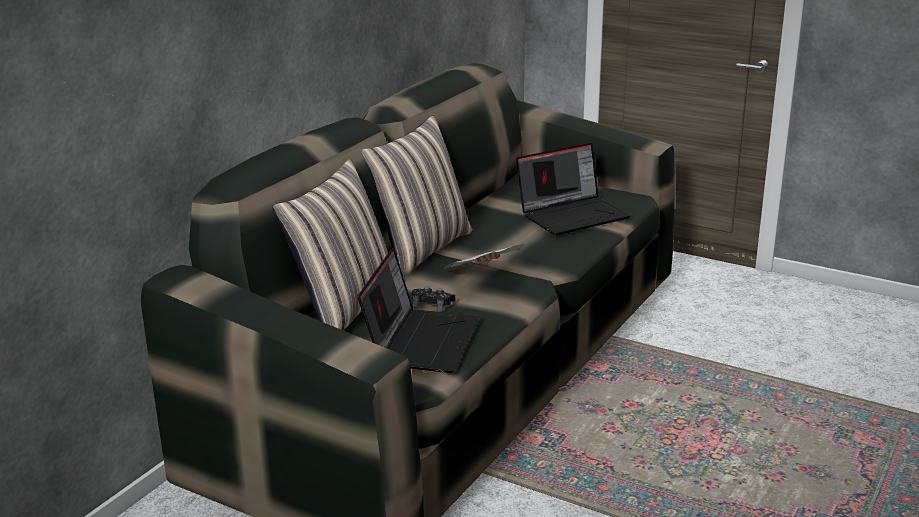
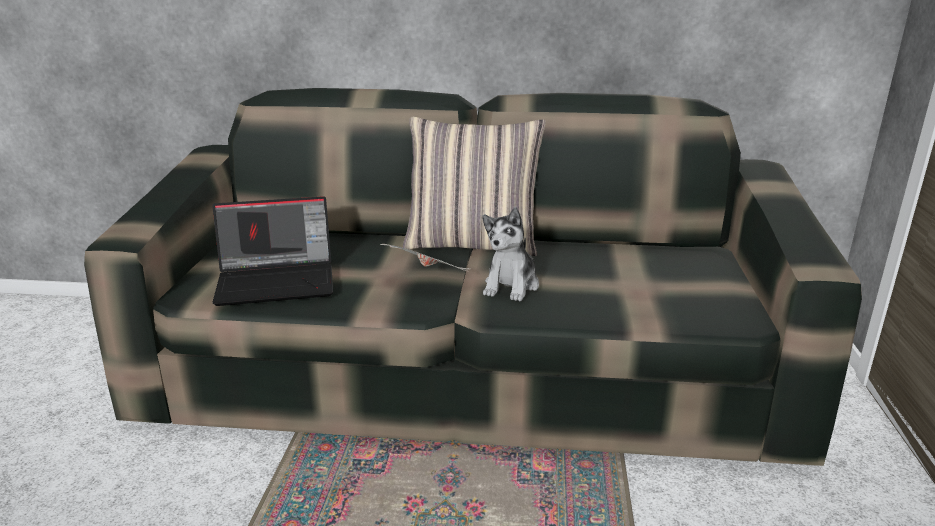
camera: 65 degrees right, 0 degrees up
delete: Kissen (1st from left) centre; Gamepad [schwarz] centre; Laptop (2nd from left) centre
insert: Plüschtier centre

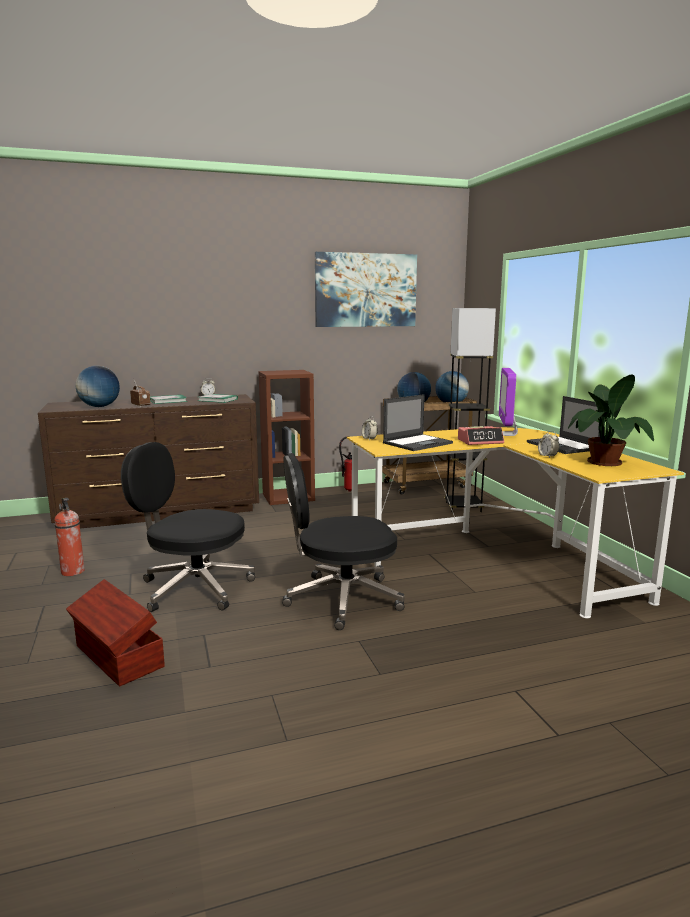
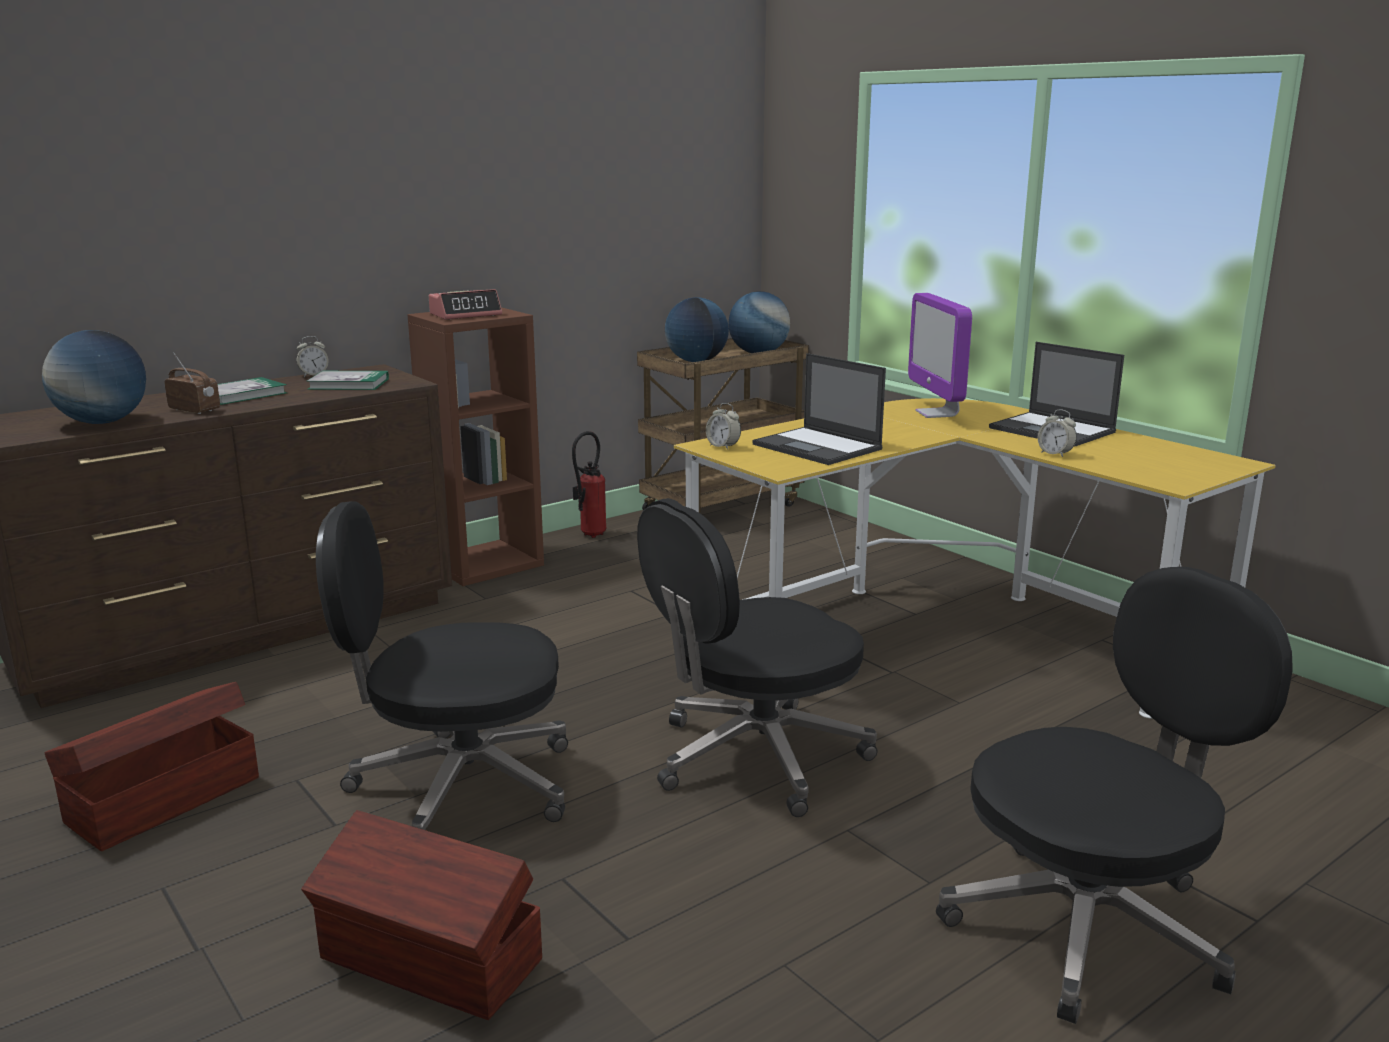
camera: 20 degrees left, 5 degrees up
delete: Bild top centre; Stehlampe [schwarz] middle right; Topfpflanze middle right
insert: Bürostuhl [schwarz] (3rd from left) bottom right
move: Wecker (3rd from left in the first image) middle right to Wecker (2nd from left) top centre
replace: Feuerlöscher (1st from left) middle left to Aufbewahrungsbox [braun] (1st from left) bottom left
rotate: Laptop (1st from left) centre = centre 105 degrees clockwise

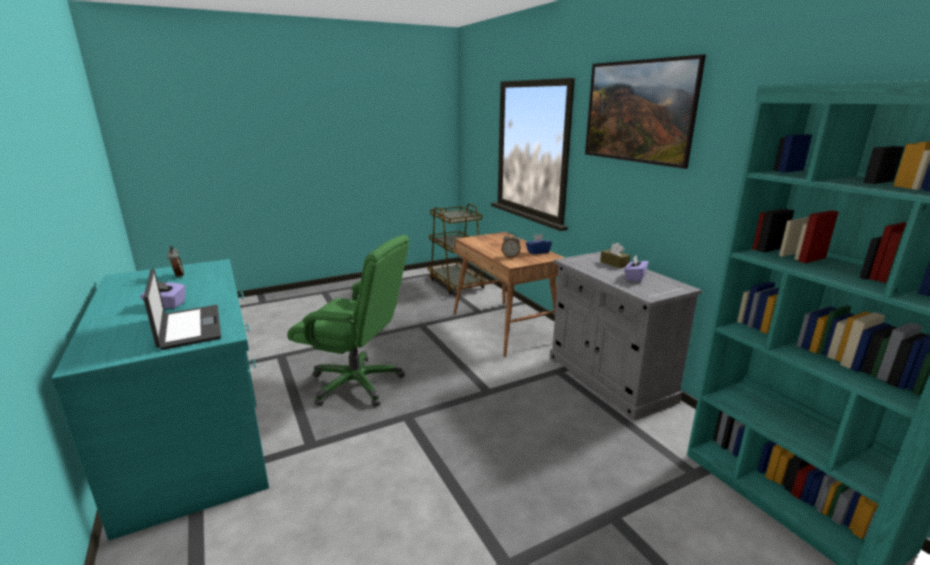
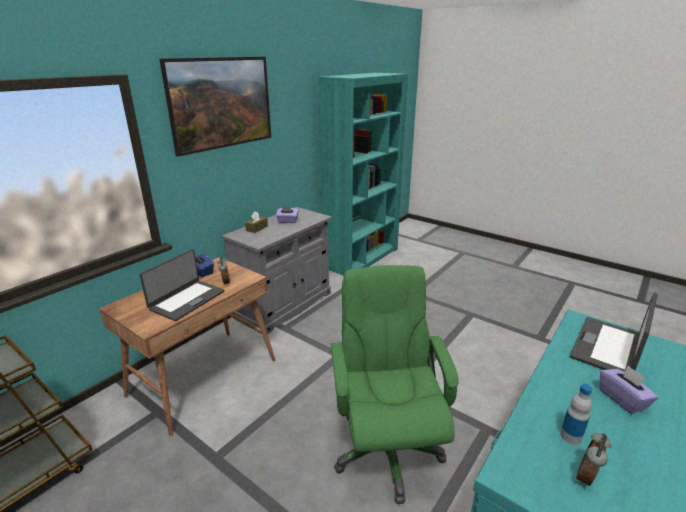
camera: 115 degrees left, 5 degrees up
insert: Laptop (1st from left) middle left; Flasche bottom right

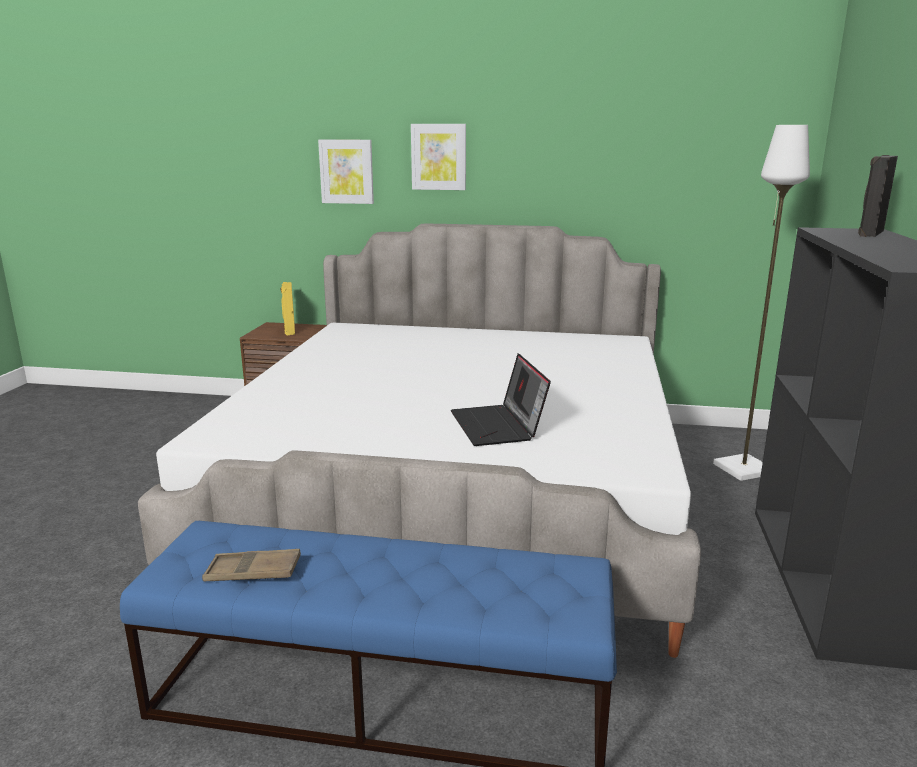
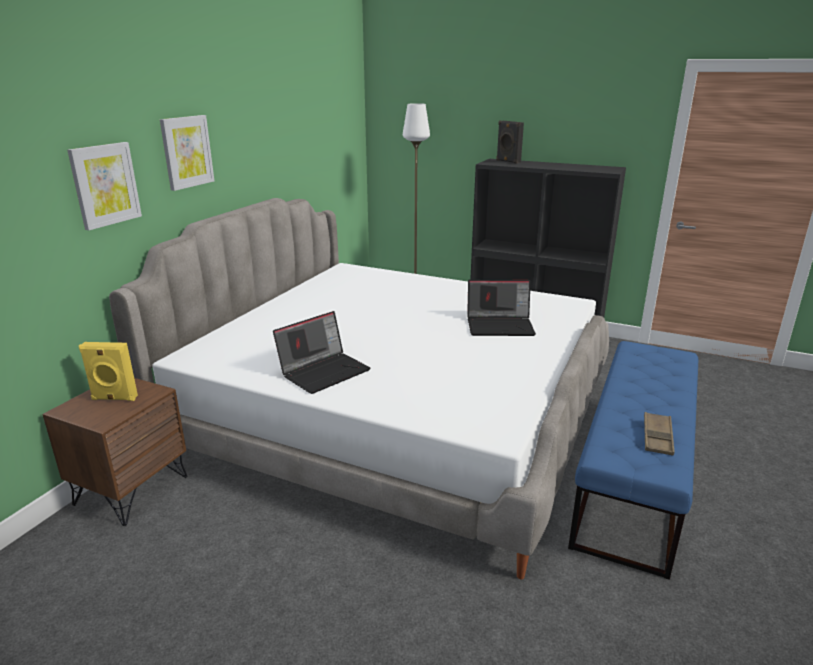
camera: 75 degrees left, 5 degrees up
insert: Laptop (1st from left) centre

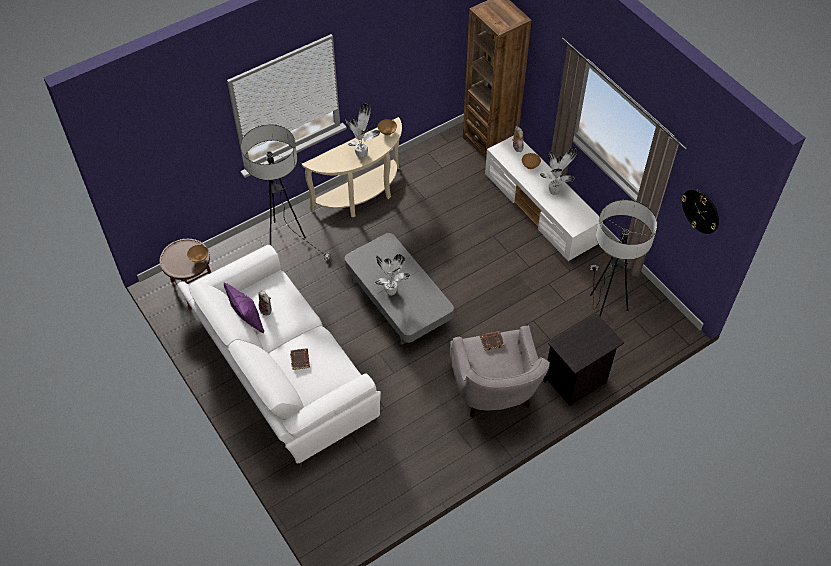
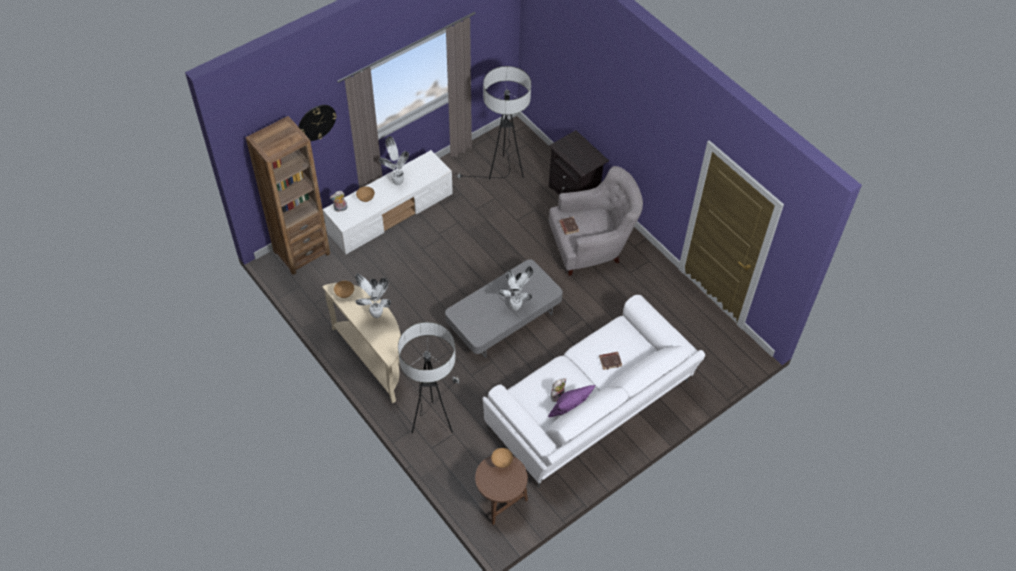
camera: 95 degrees left, 0 degrees up
move: Wanduhr middle right to top left

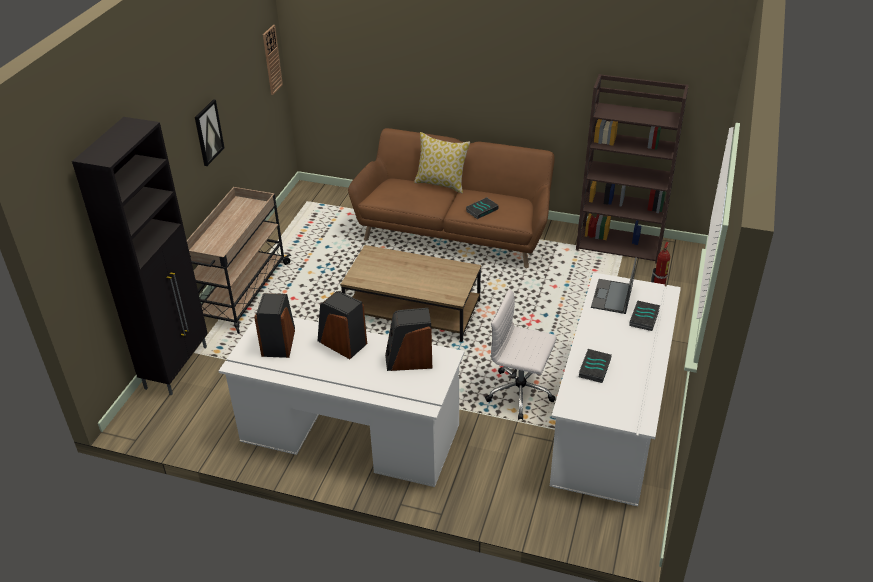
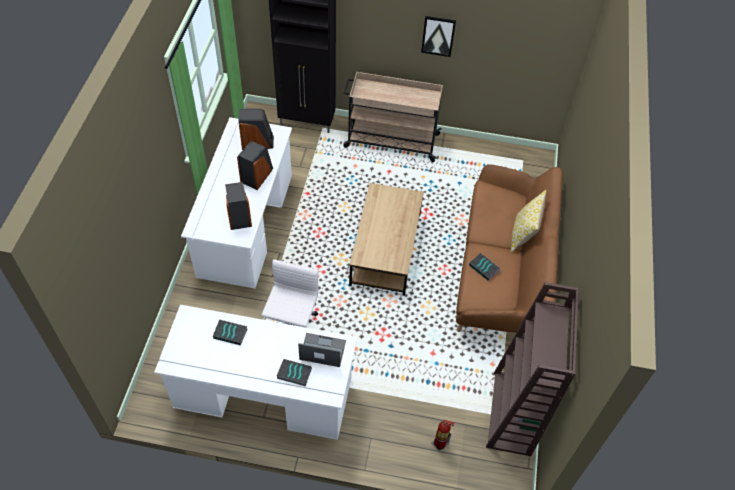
camera: 80 degrees right, 15 degrees up
delete: Wanduhr top left

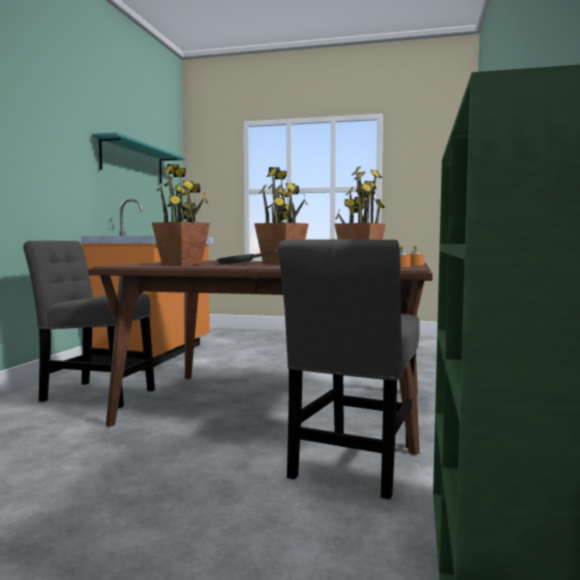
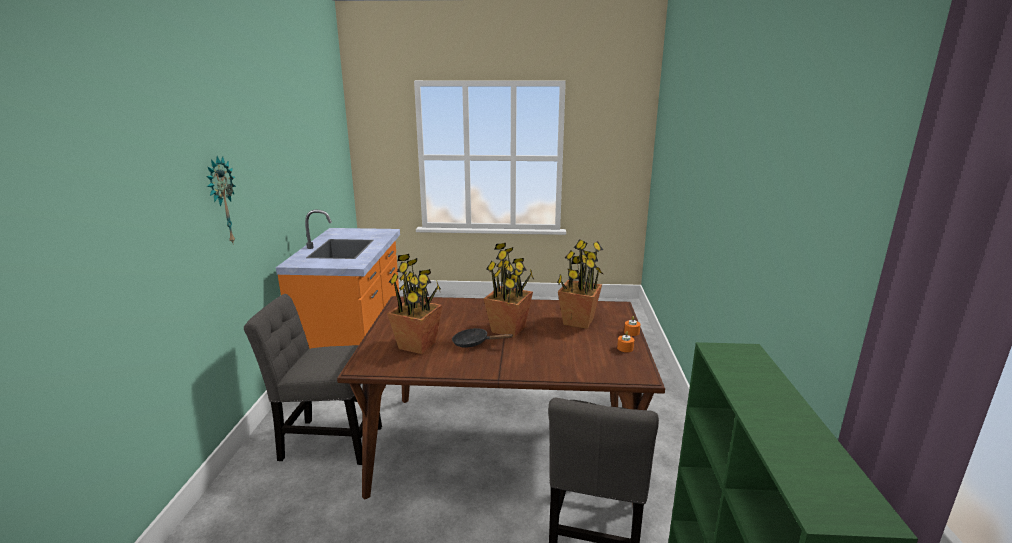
camera: 10 degrees left, 15 degrees up
delete: Wandregal [türkis] top left
insert: Wanduhr middle left

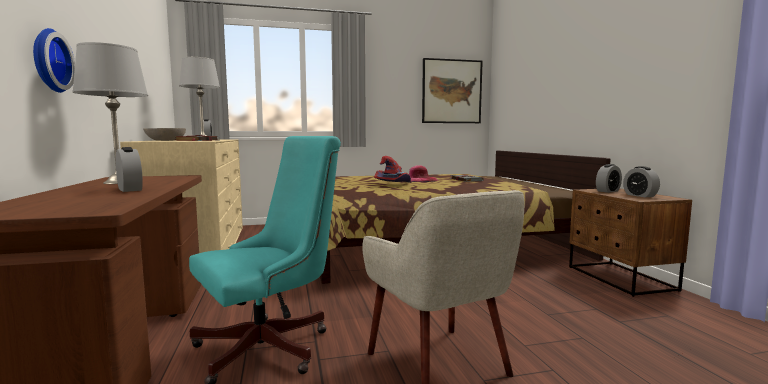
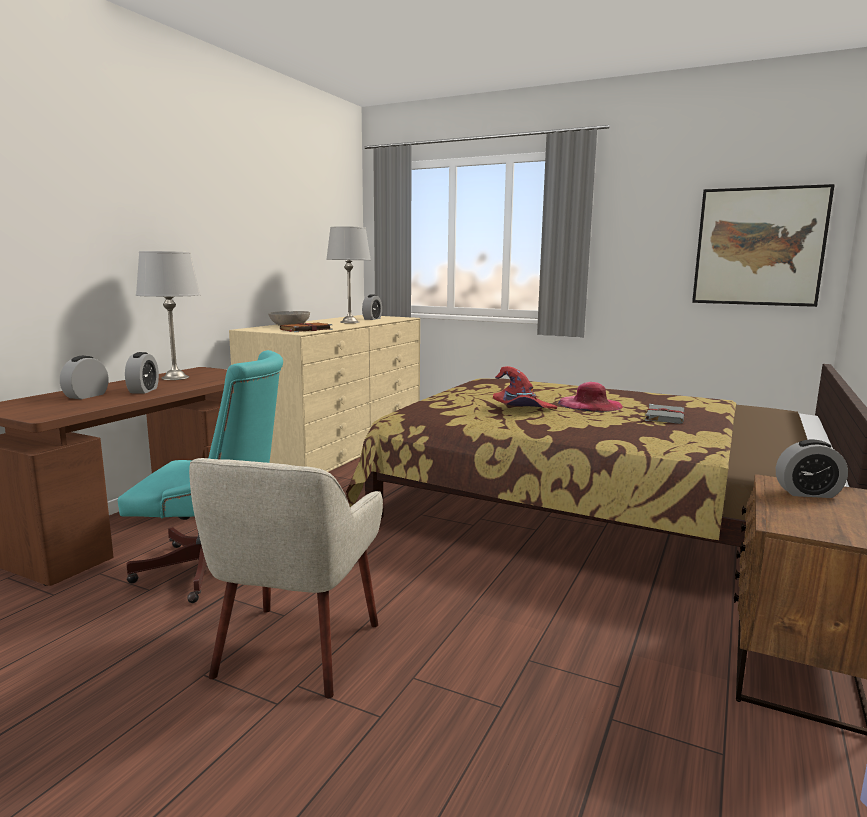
camera: 40 degrees right, 5 degrees up
delete: Wanduhr top left
move: Wecker (4th from left in the first image) middle right to Wecker (1st from left) middle left

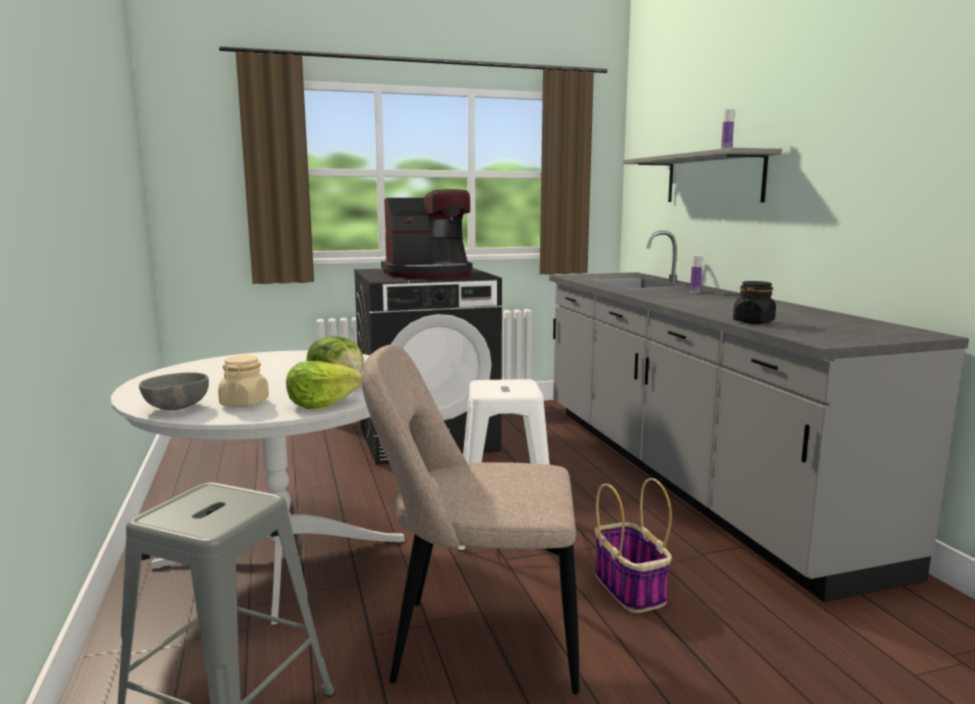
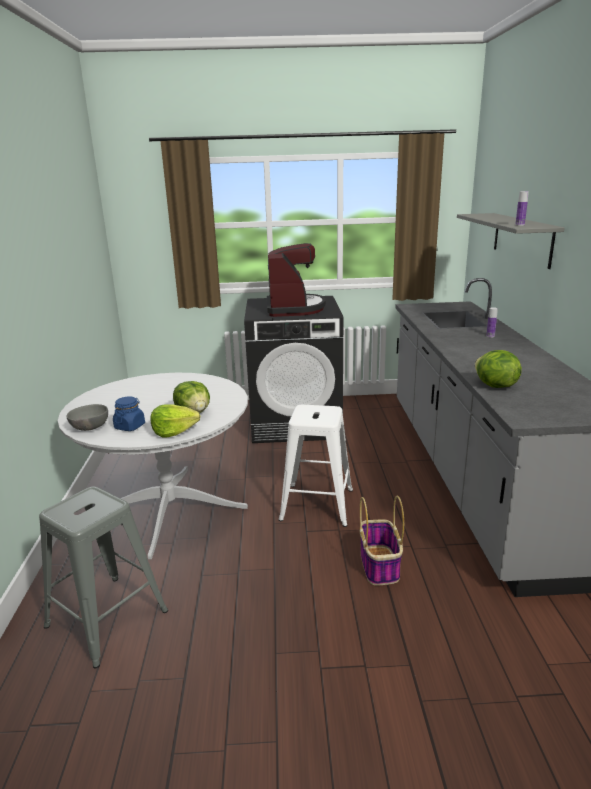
camera: 15 degrees right, 10 degrees up
delete: Stuhl [beige] bottom centre
replace: Vorratsglas [schwarz] middle right to Salatkopf (3rd from left) middle right
recolor: Vorratsglas [beige] middle left to Vorratsglas [blau] middle left
rotate: Kaffeemaschine top centre = centre 90 degrees counterclockwise

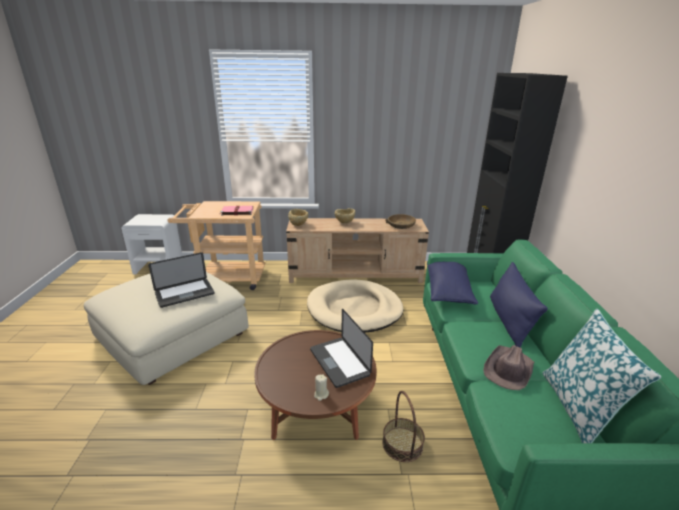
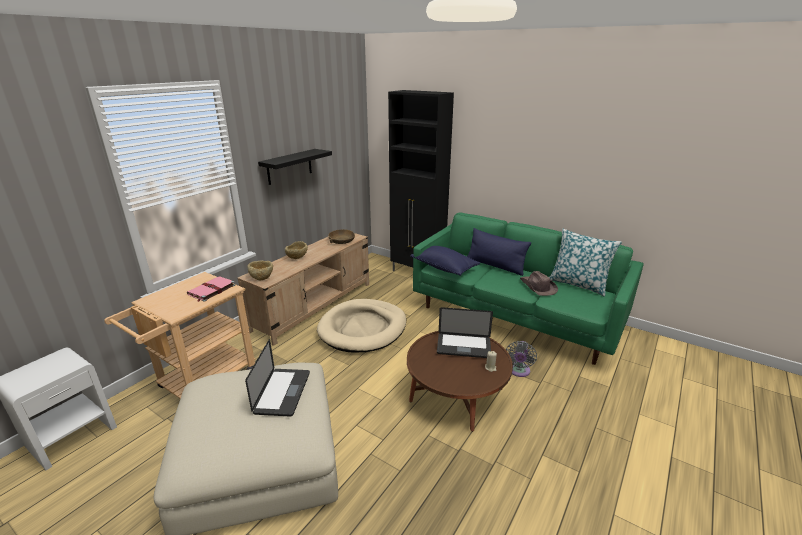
camera: 55 degrees left, 0 degrees up
insert: Wandregal [schwarz] top centre
replace: Korb bottom centre to Ventilator [grau] bottom centre

